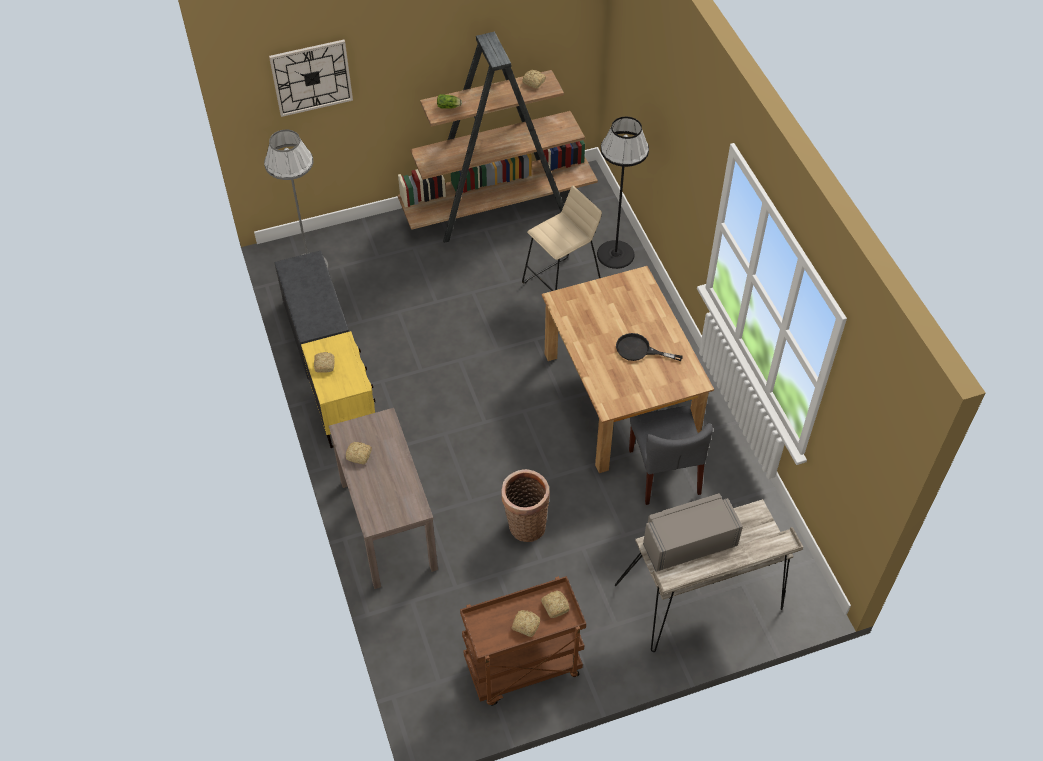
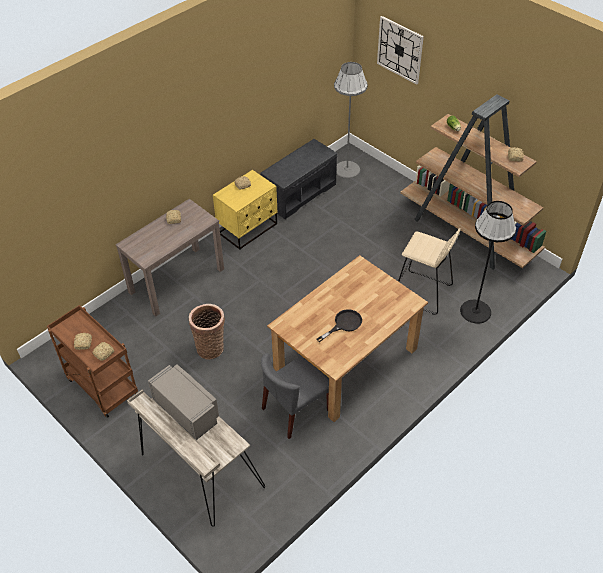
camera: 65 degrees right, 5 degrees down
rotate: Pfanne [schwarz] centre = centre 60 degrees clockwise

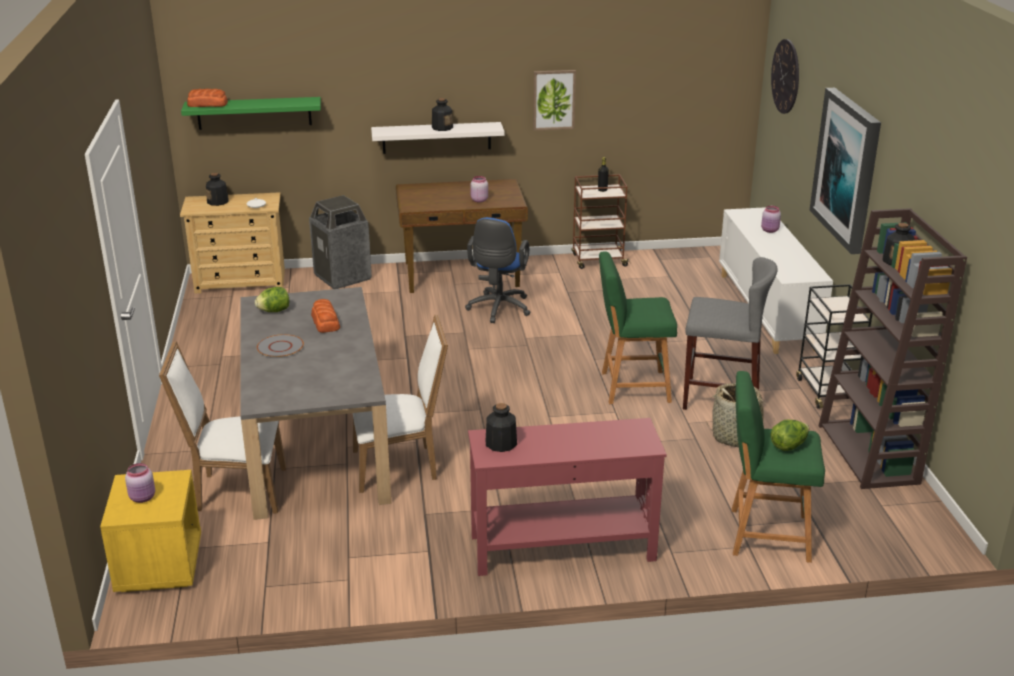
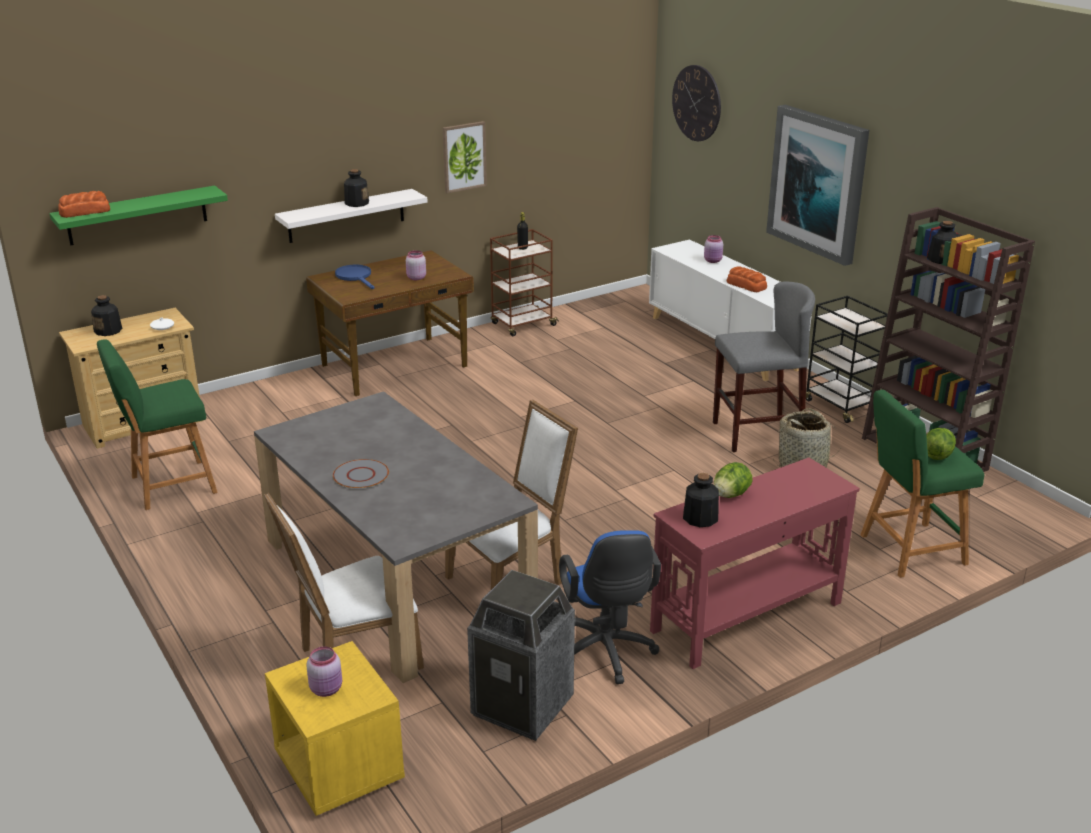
camera: 25 degrees left, 0 degrees up
insert: Pfanne [blau] top left
move: Hocker [grün] (1st from left) centre to middle left; Mülleimer centre to bottom centre; Bürostuhl [blau] centre to bottom centre; Salatkopf (1st from left) middle left to middle right; Brot (2nd from left) middle left to middle right

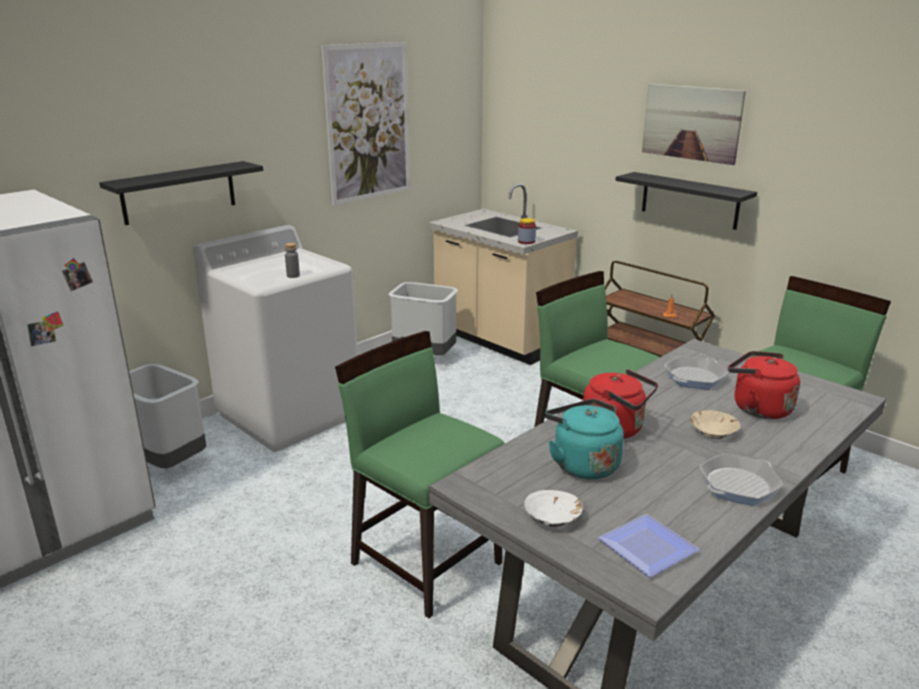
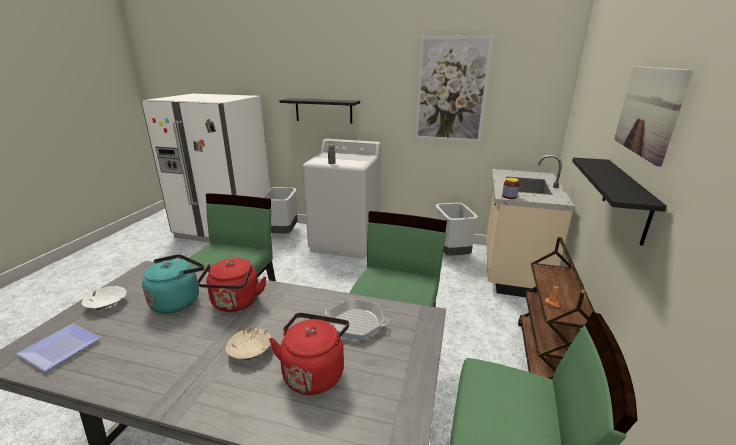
camera: 60 degrees right, 0 degrees up
delete: Pfanne (2nd from left) bottom right

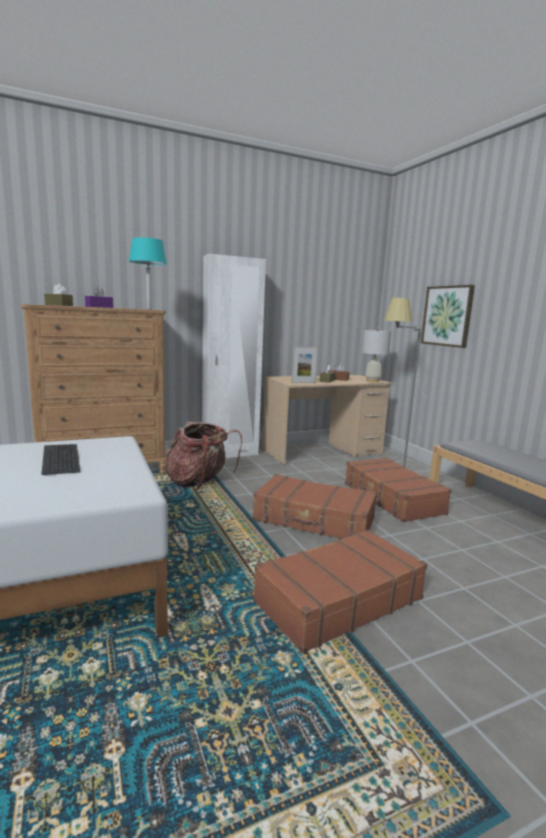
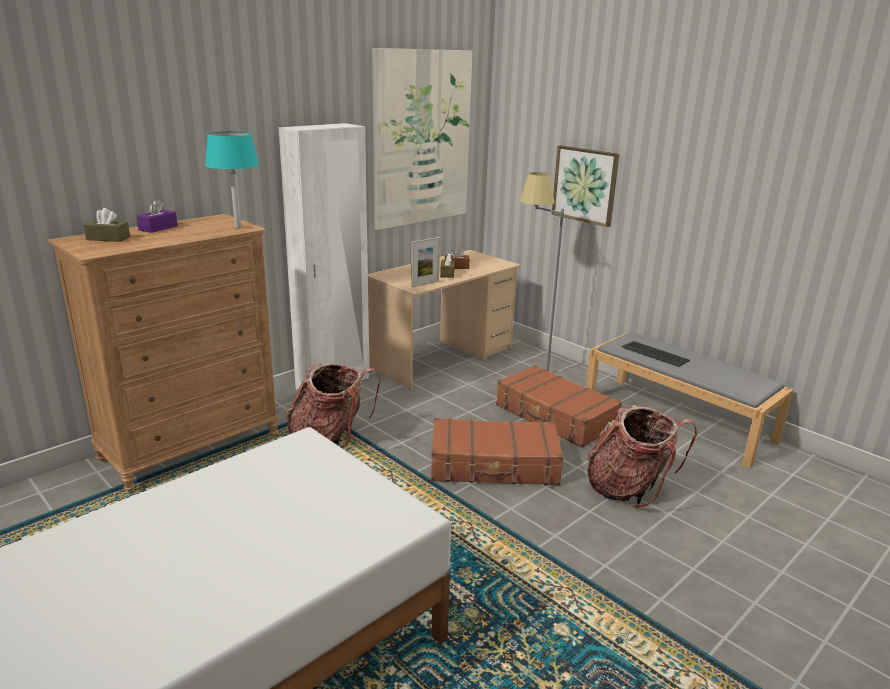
camera: 20 degrees left, 10 degrees up
delete: Koffer [braun] (2nd from left) bottom centre; Tischlampe [weiß] middle right
insert: Bild (1st from left) top centre; Rucksack (2nd from left) middle right
move: Tastatur middle left to middle right

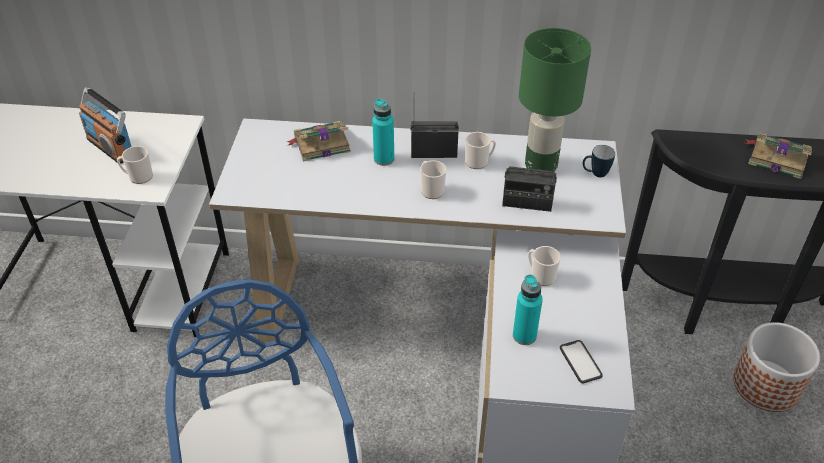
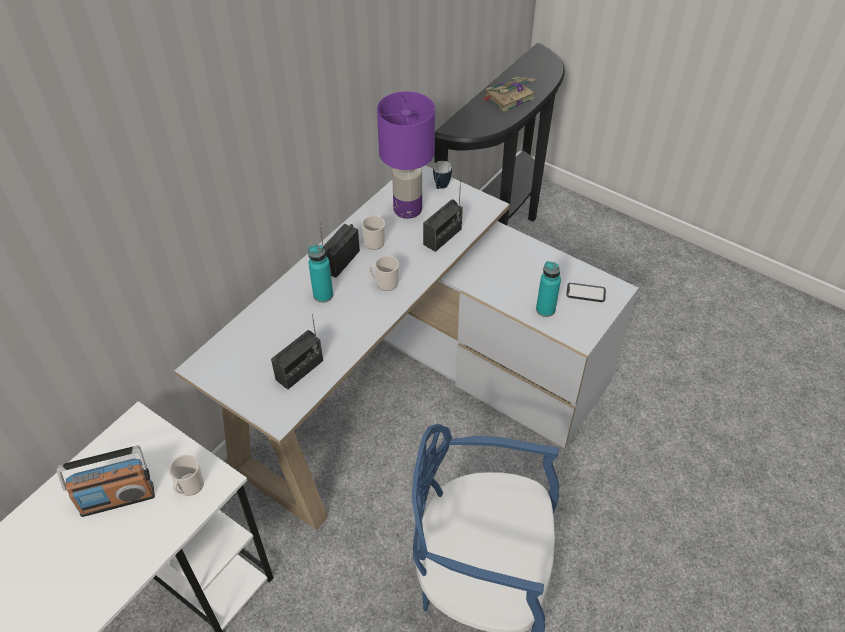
camera: 60 degrees left, 5 degrees up
delete: Buch (1st from left) top centre; Henkelbecher (4th from left) centre; Pflanzkübel bottom right
insert: Radio (2nd from left) centre
recolor: Tischlampe [grün] top right to Tischlampe [lila] top centre

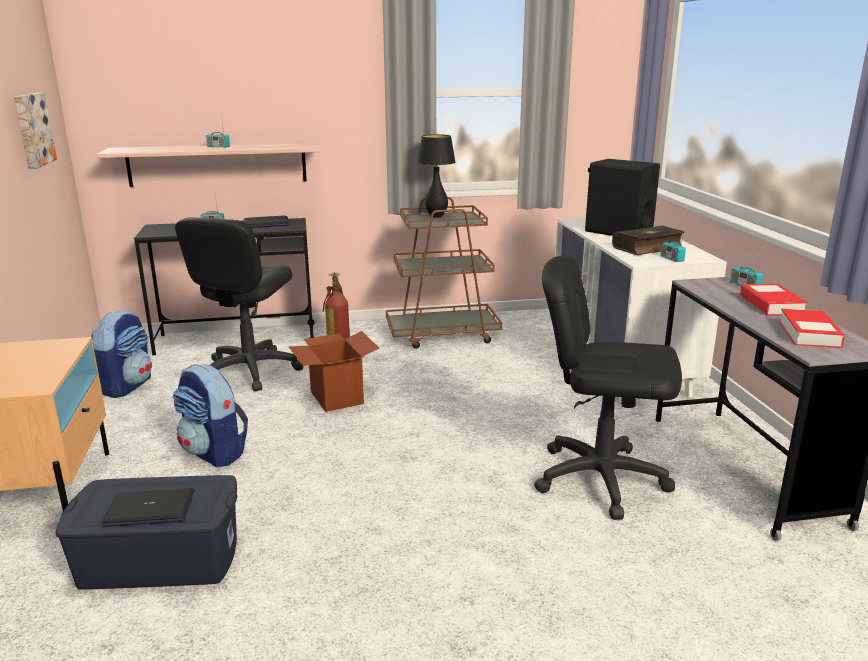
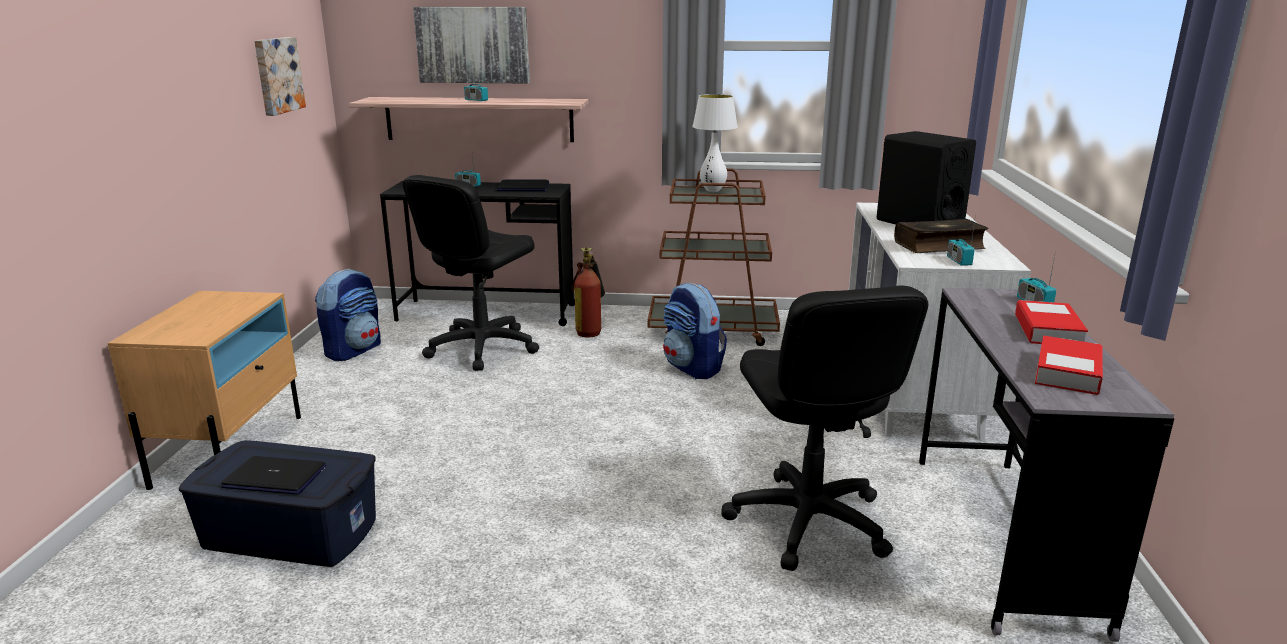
camera: 15 degrees right, 0 degrees up
delete: Karton centre
insert: Bild (2nd from left) top centre
move: Rucksack (2nd from left) middle left to centre
recolor: Tischlampe [schwarz] top centre to Tischlampe [weiß] top centre
rotate: Bürostuhl [schwarz] (2nd from left) middle right = centre 135 degrees counterclockwise

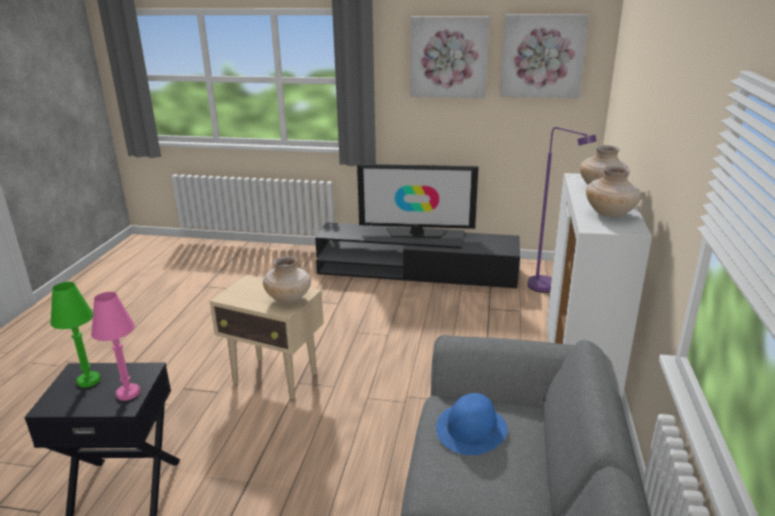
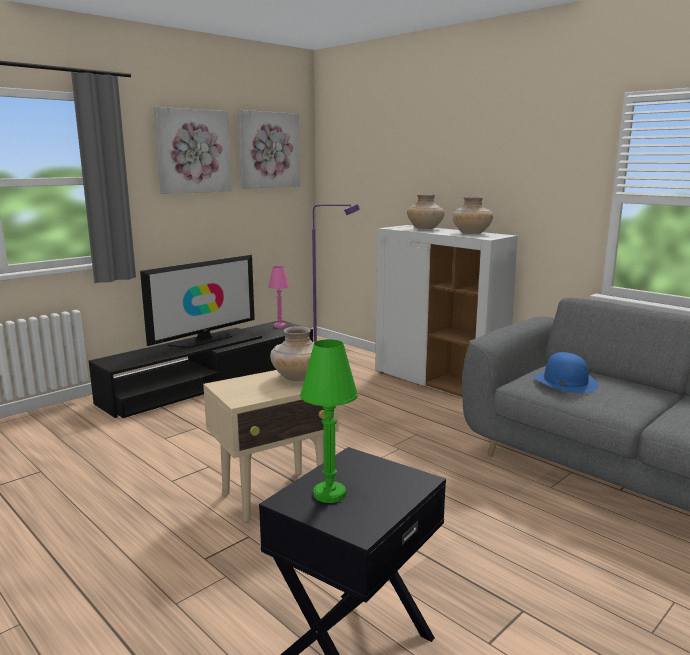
camera: 55 degrees left, 10 degrees down
move: Tischlampe [rosa] bottom left to centre

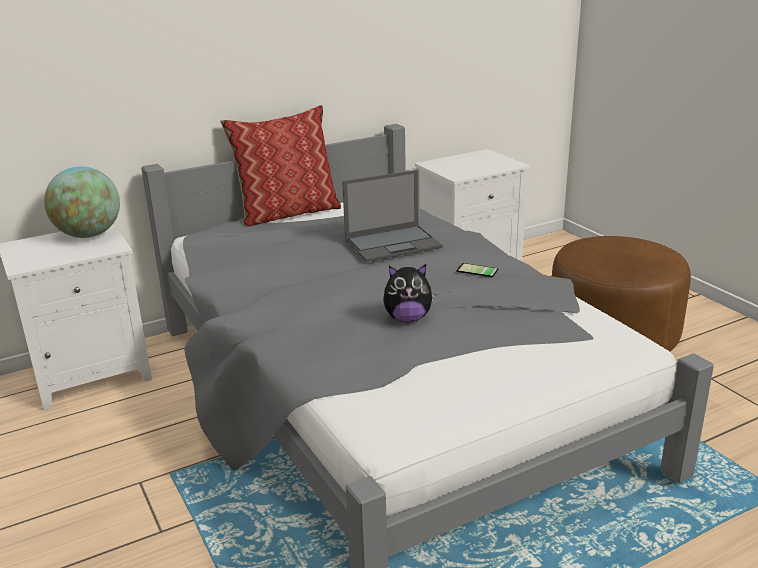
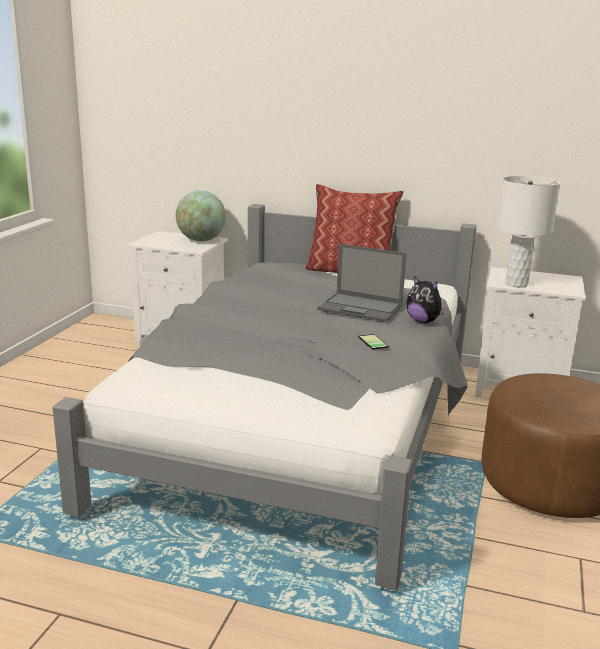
camera: 45 degrees right, 5 degrees down
insert: Tischlampe [weiß] middle right
move: Plüschtier centre to middle right

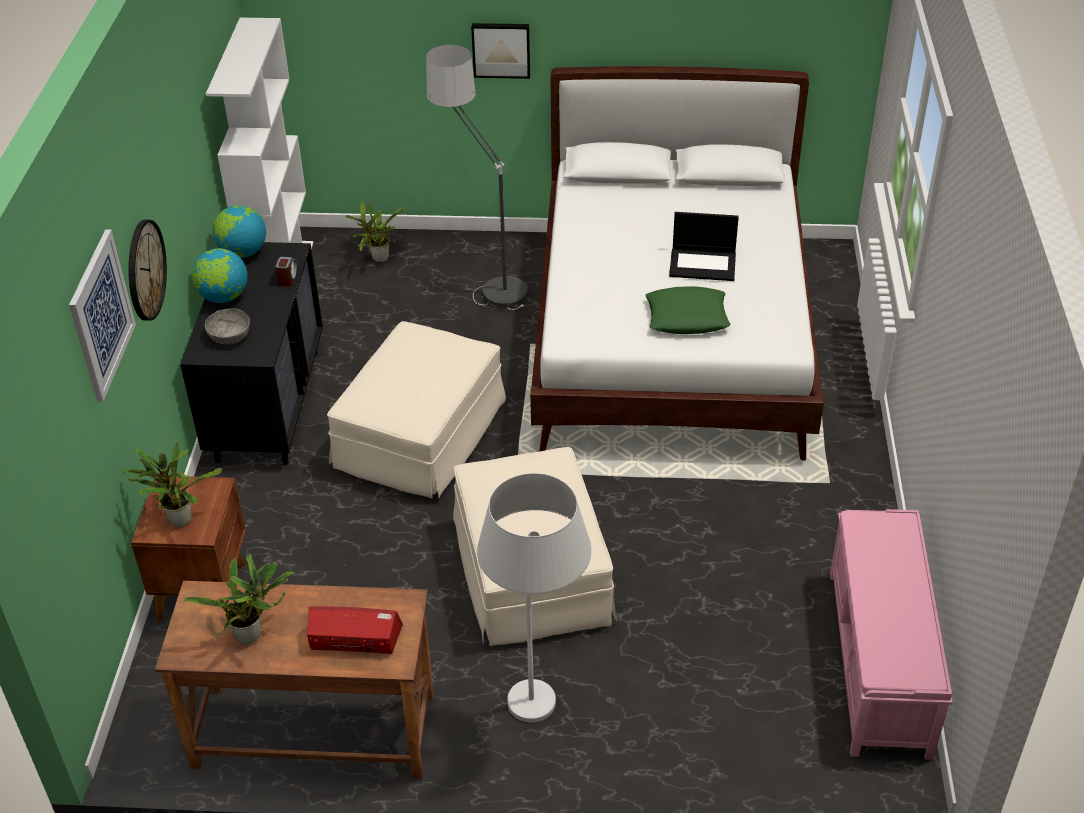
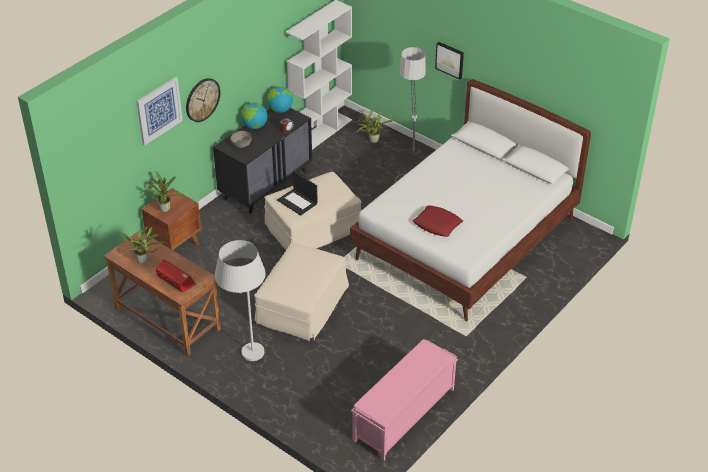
camera: 35 degrees right, 0 degrees up
move: Laptop top centre to centre
recolor: Kissen [grün] centre to Kissen [rot] centre

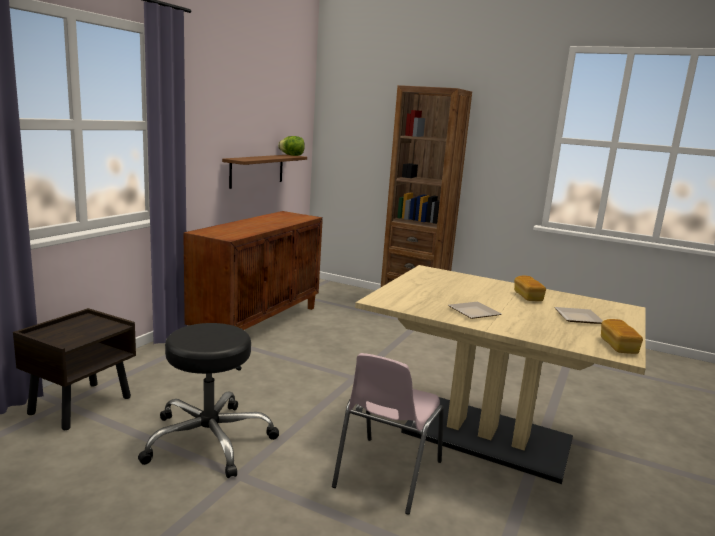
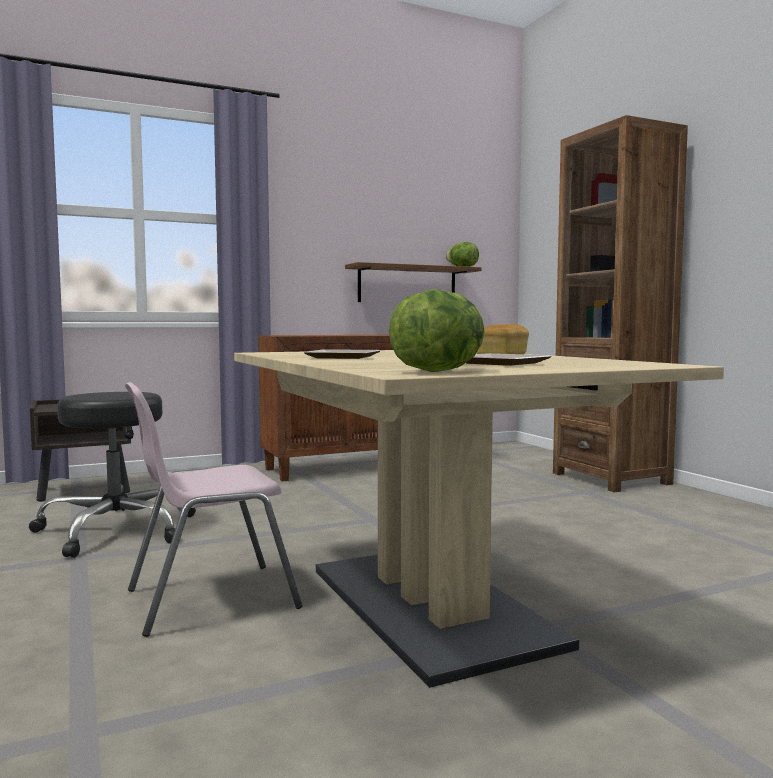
camera: 40 degrees right, 10 degrees down
replace: Brot (2nd from left) middle right to Salatkopf (1st from left) centre

